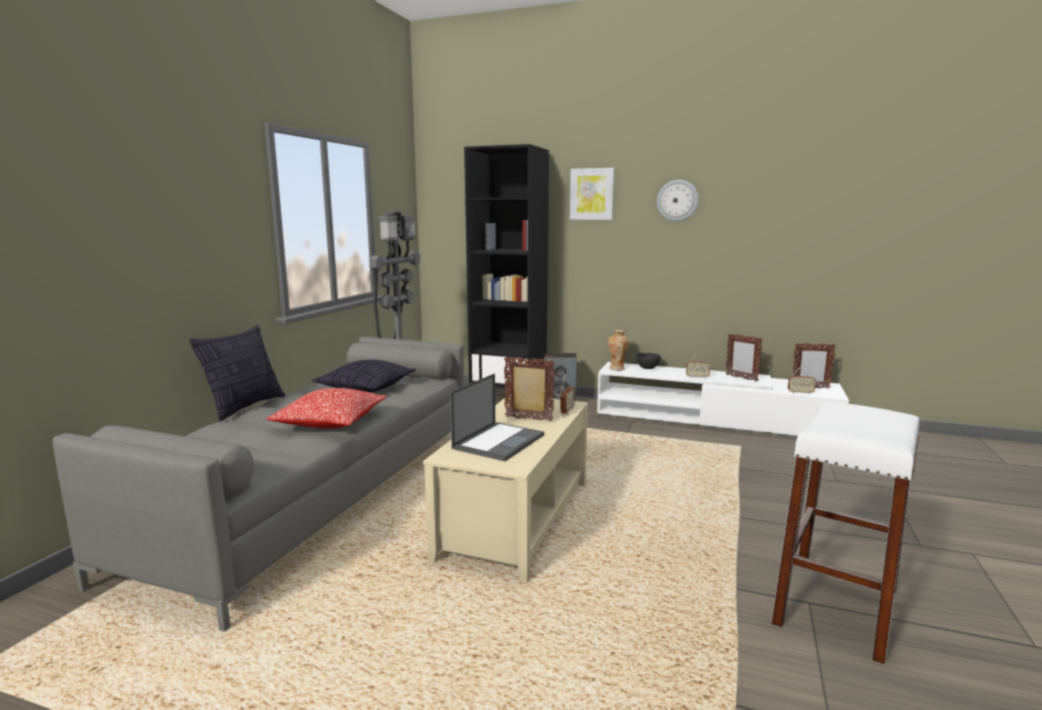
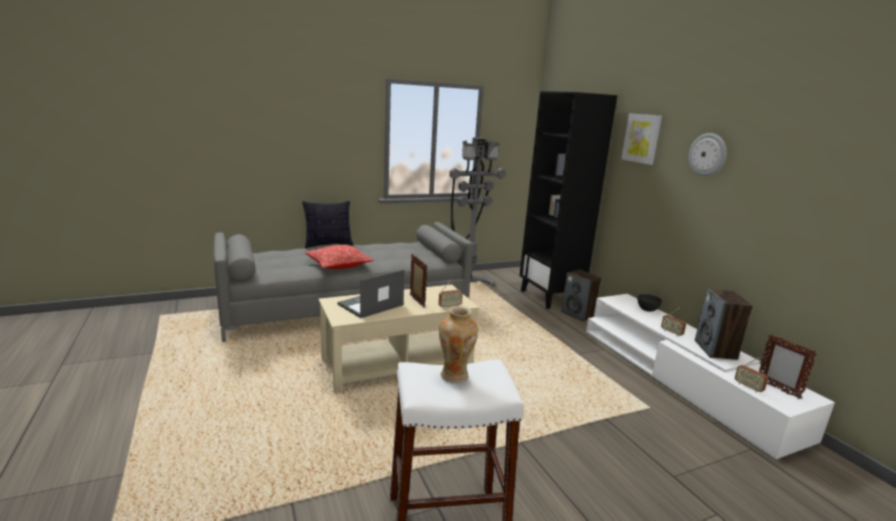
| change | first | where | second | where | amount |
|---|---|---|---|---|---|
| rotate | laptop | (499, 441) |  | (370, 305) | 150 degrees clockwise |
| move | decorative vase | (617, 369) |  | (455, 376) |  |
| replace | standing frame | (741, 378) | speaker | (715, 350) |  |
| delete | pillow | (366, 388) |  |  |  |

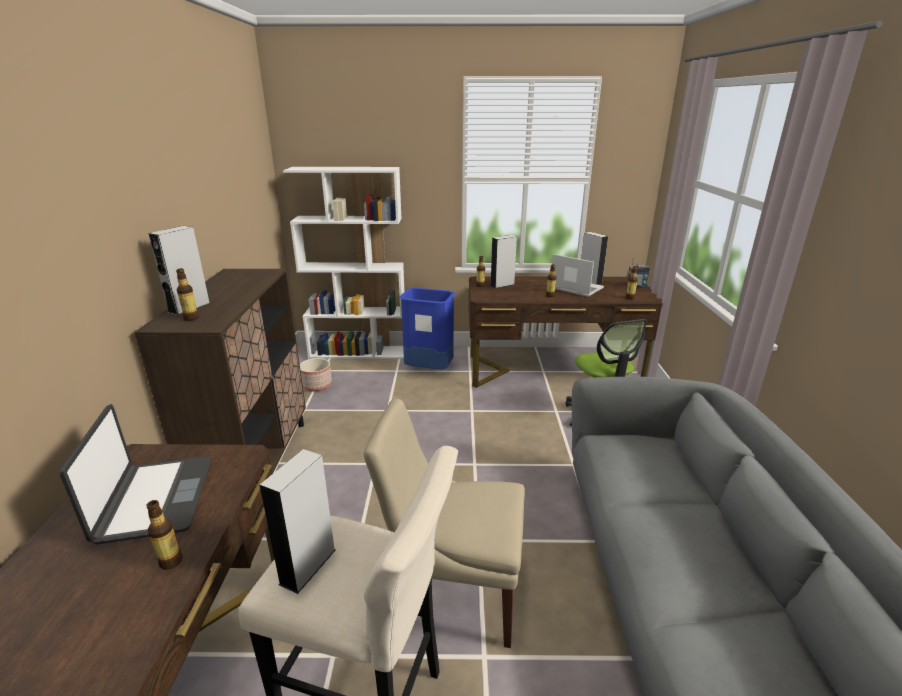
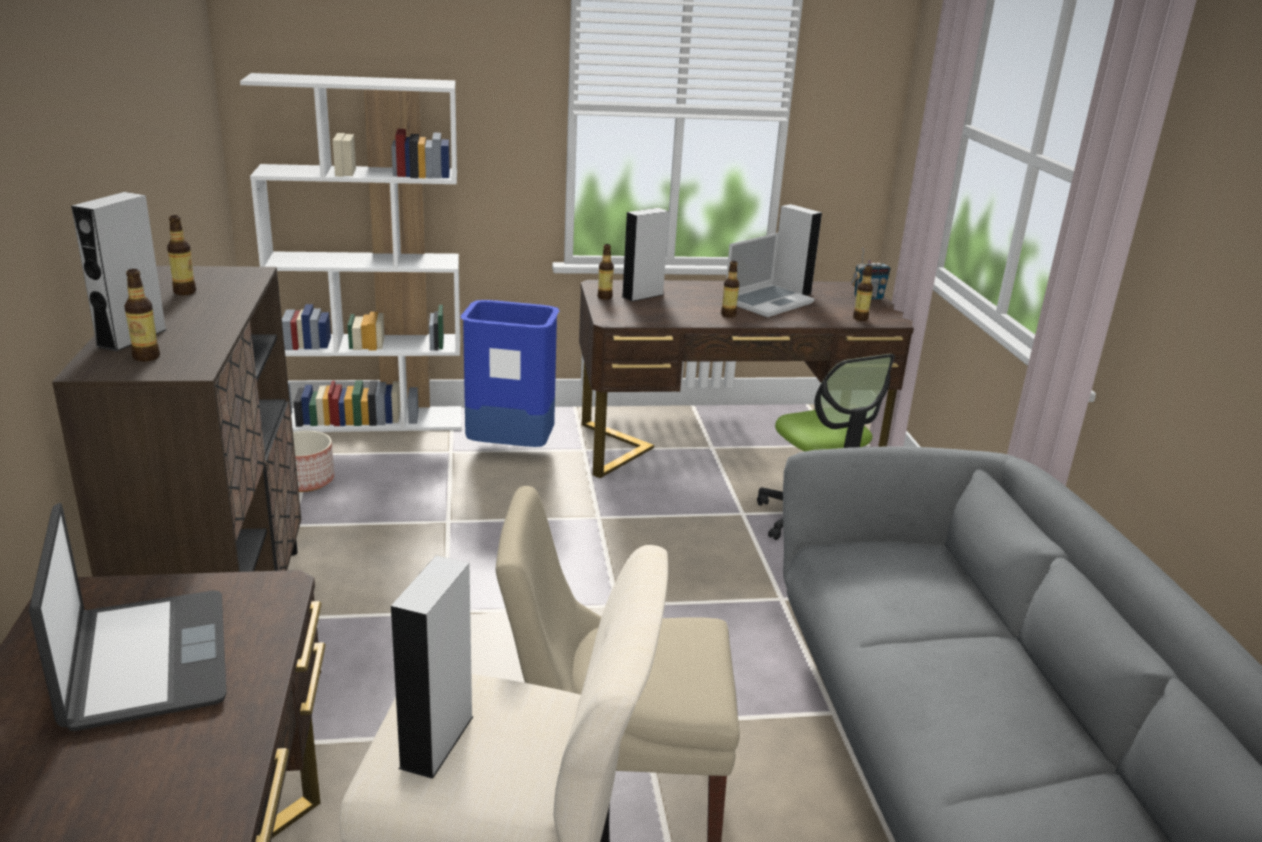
| change | first | where | second | where | amount |
|---|---|---|---|---|---|
| move | drink bottle | (171, 561) |  | (184, 292) |  |
| rotate | laptop | (575, 288) |  | (768, 302) | 105 degrees clockwise |

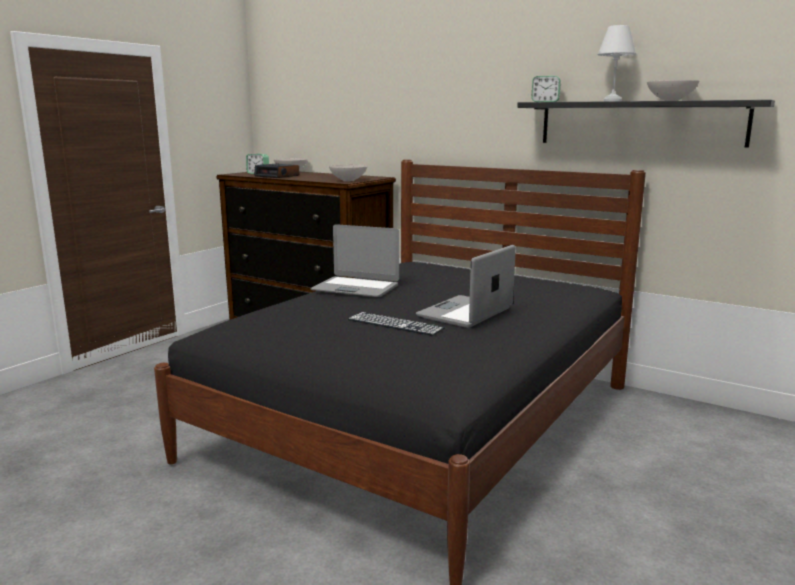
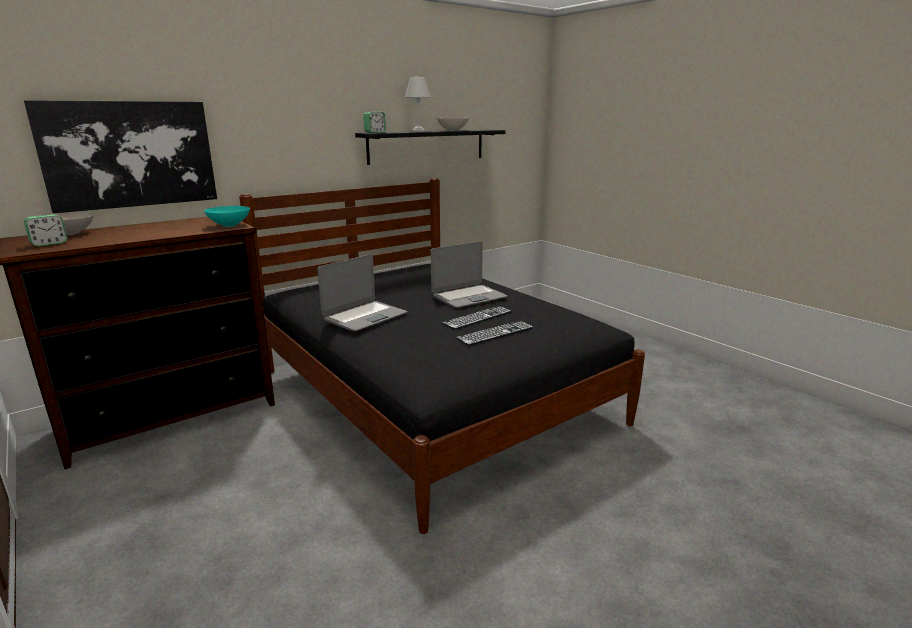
| change | first | where | second | where | amount |
|---|---|---|---|---|---|
| insert |  |  | wall art | (130, 154) |  |
| recolor | white-coloured serving bowl | (349, 180) | turquoise-coloured serving bowl | (229, 225) |  |
| rotate | laptop | (466, 313) |  | (468, 297) | 90 degrees counterclockwise |
| insert |  |  | computer keyboard | (495, 333) |  |
| delete | alarm clock | (277, 176) |  |  |  |

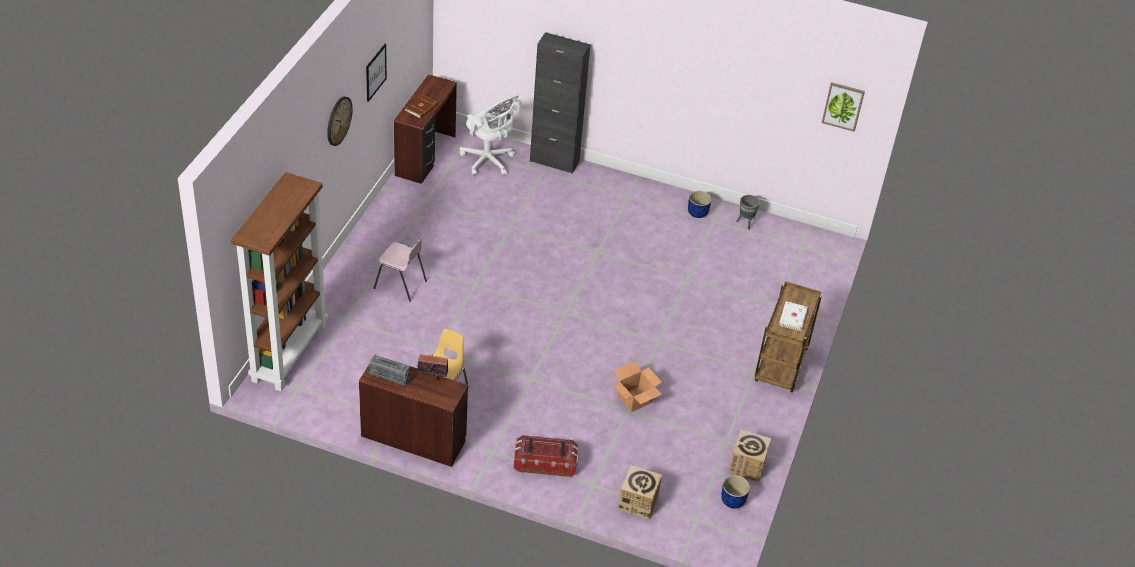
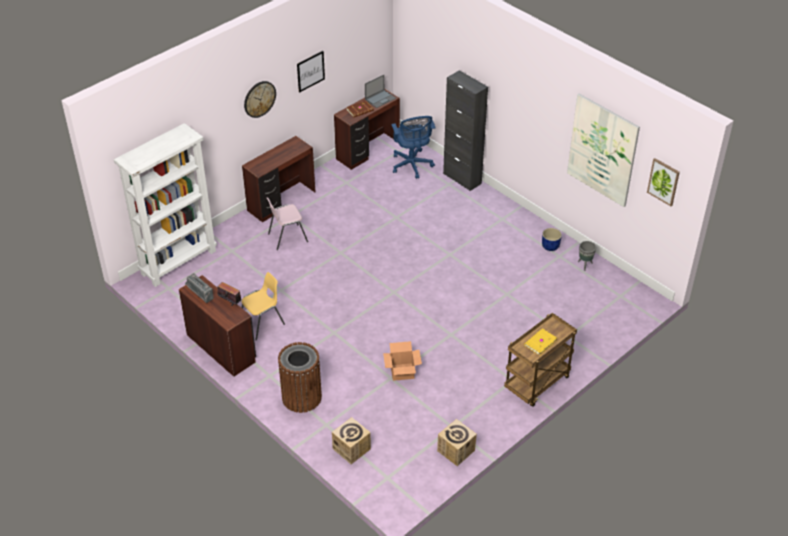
| change | first | where | second | where | amount |
|---|---|---|---|---|---|
| recolor | brown-coloured bookshelf | (289, 352) | white-coloured bookshelf | (179, 262) |  |
| insert |  |  | brown-coloured desk table | (282, 201) |  |
| rotate | pinkish chair | (401, 285) |  | (287, 237) | 105 degrees clockwise |
| replace | storage bin | (545, 464) | brown-coloured waste bin | (301, 397) |  |
| insert |  |  | laptop | (380, 99) |  |
| recolor | white-coloured computer chair | (488, 161) | bluish computer chair | (412, 166) |  |
| recolor | white-coloured book | (792, 317) | yellow-coloured book | (540, 342) |  |
| insert |  |  | wall art | (602, 150) |  |
| delete | bluish planter | (733, 500) |  |  |  |

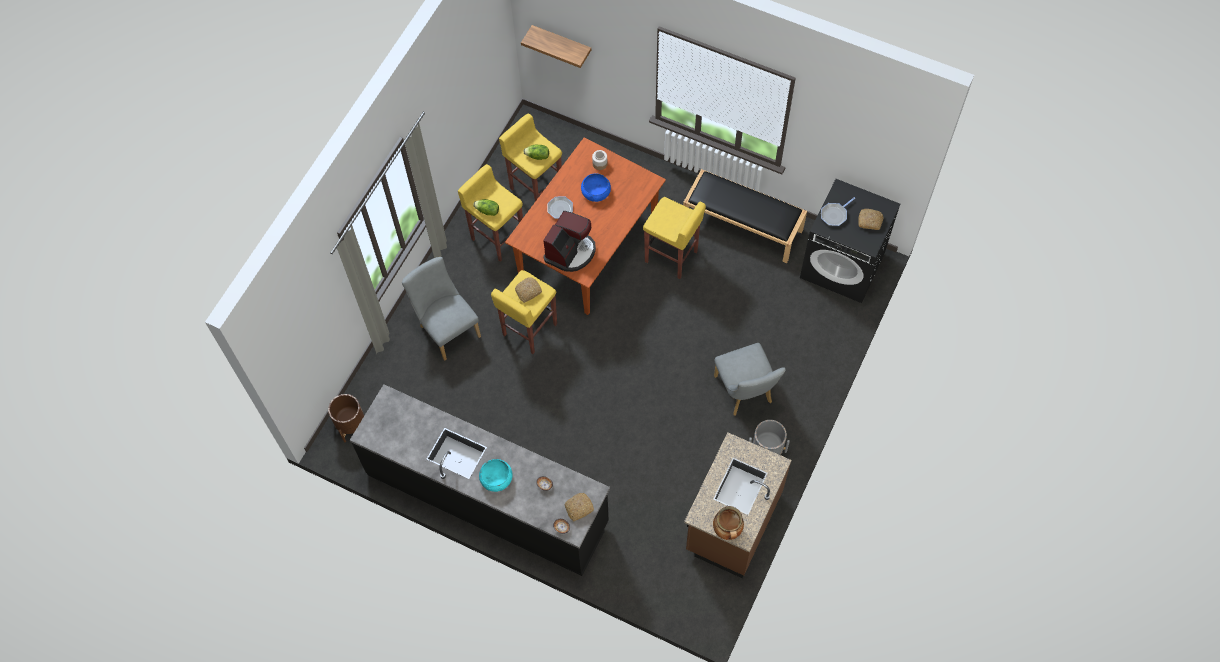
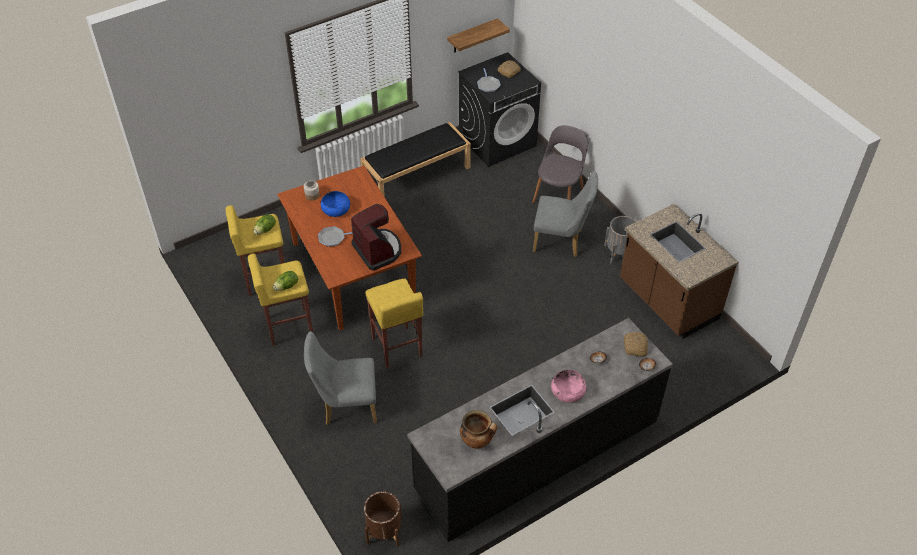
| change | first | where | second | where | amount |
|---|---|---|---|---|---|
| move | wall shelf | (562, 43) |  | (472, 36) |  |
| move | saucepot | (727, 530) |  | (477, 441) |  |
| insert |  |  | greyish chair | (559, 194) |  |
| recolor | turquoise-coloured serving bowl | (496, 478) | pinkish serving bowl | (568, 391) |  |
| delete | bakery bread | (528, 291) |  |  |  |
| delete | yellow-coloured sitting stool | (671, 257) |  |  |  |

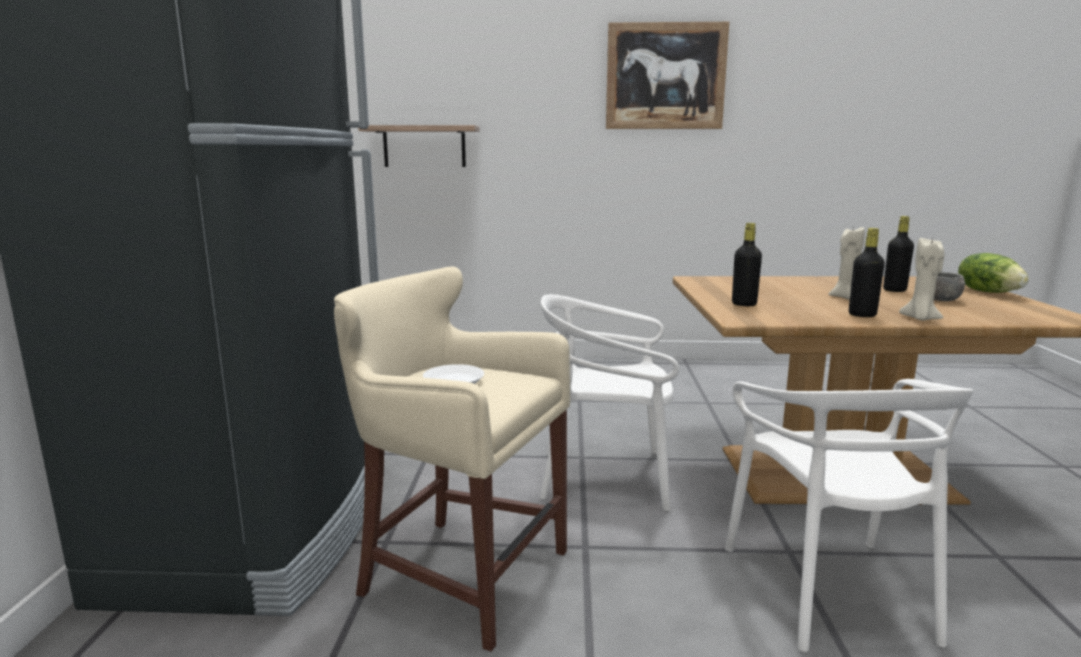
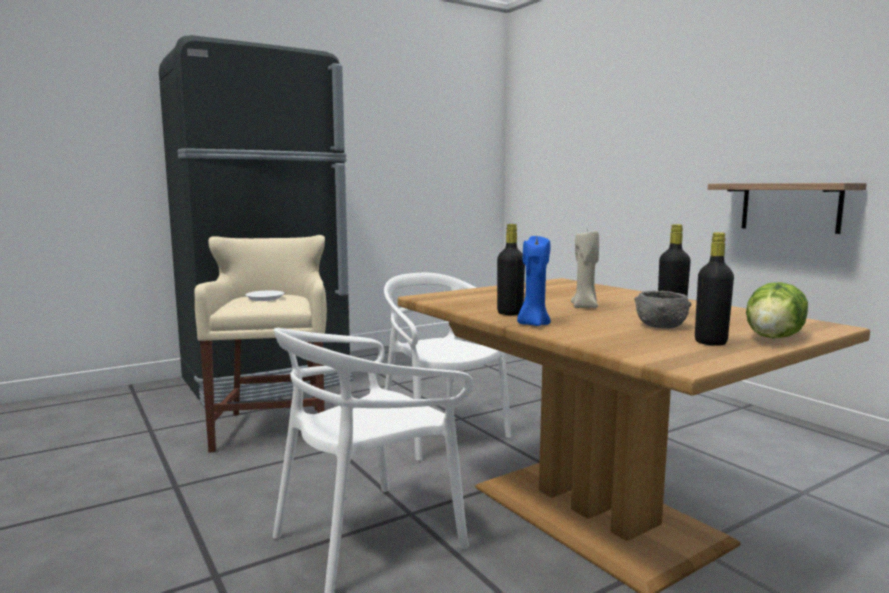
| change | first | where | second | where | amount |
|---|---|---|---|---|---|
| recolor | beige wax candle | (920, 319) | bluish wax candle | (533, 324) |  |
| move | black-coloured drink bottle | (744, 304) |  | (710, 342) |  |
| move | wall shelf | (424, 146) |  | (790, 207) |  |
| delete | wall art | (665, 76) |  |  |  |

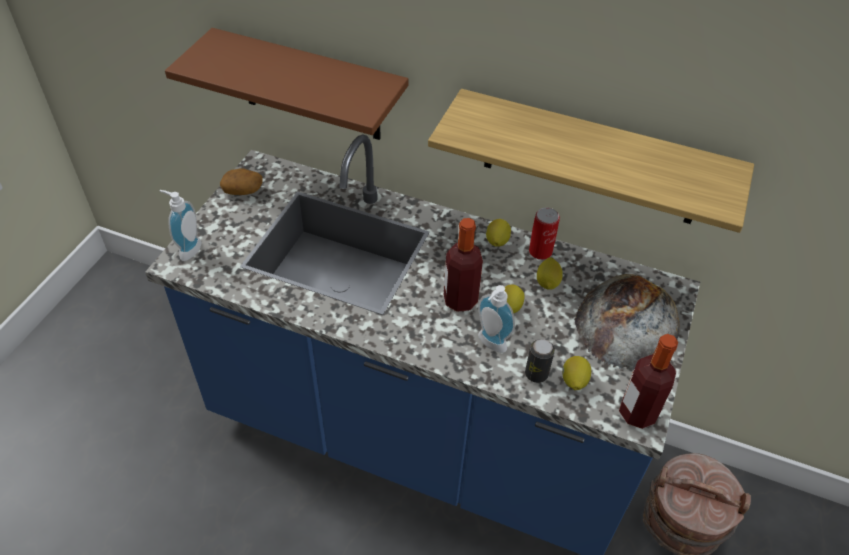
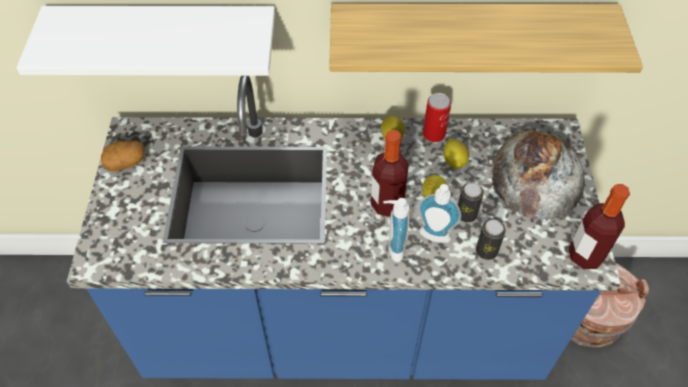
| change | first | where | second | where | amount |
|---|---|---|---|---|---|
| recolor | brown-coloured wall shelf | (310, 87) | white-coloured wall shelf | (167, 39) |  |
| move | soap dispenser | (187, 249) |  | (392, 248) |  |
| insert |  |  | metal can | (466, 214) |  |
| delete | lemon | (573, 381) |  |  |  |

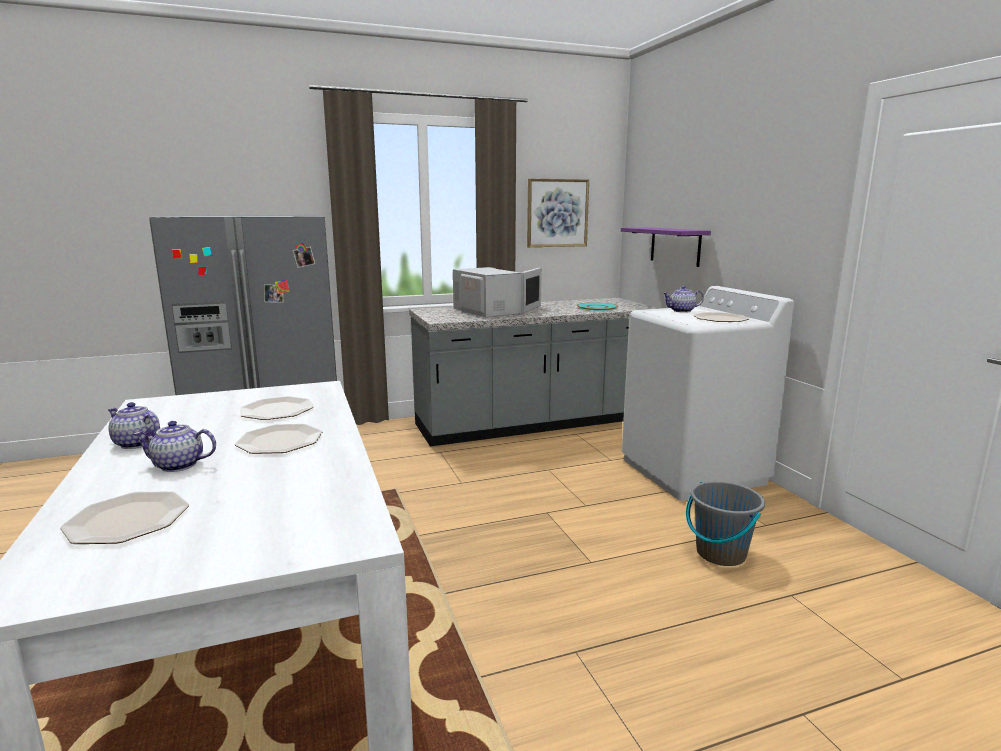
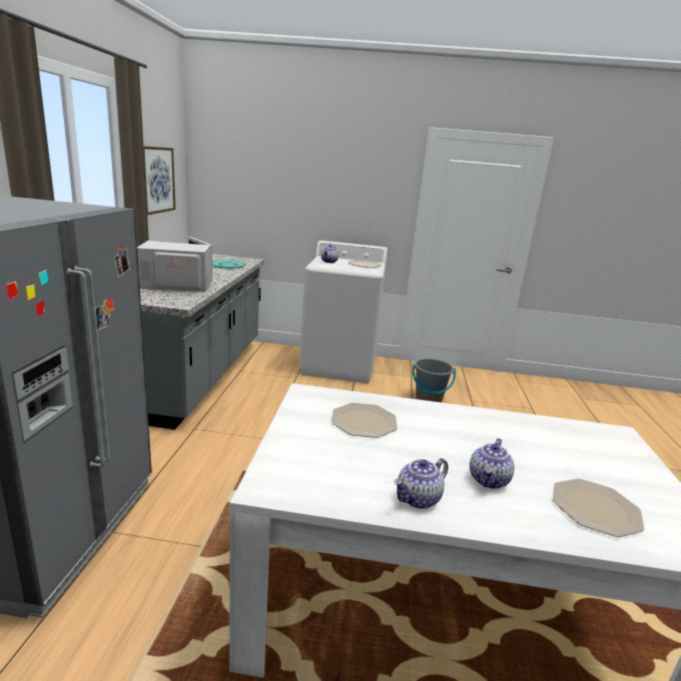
| change | first | where | second | where | amount |
|---|---|---|---|---|---|
| delete | plate | (279, 441) |  |  |  |
| delete | purple-coloured wall shelf | (675, 246) |  |  |  |

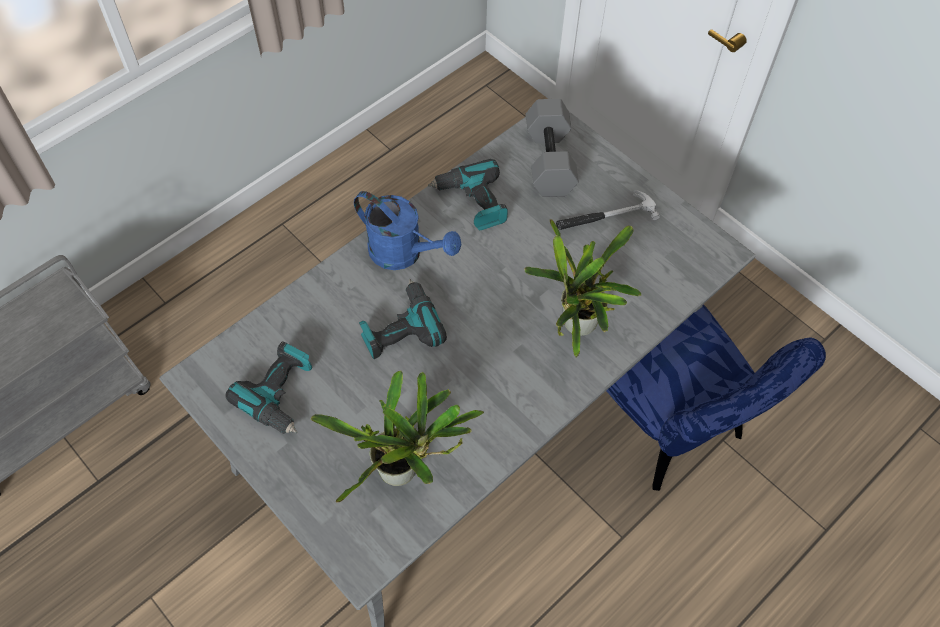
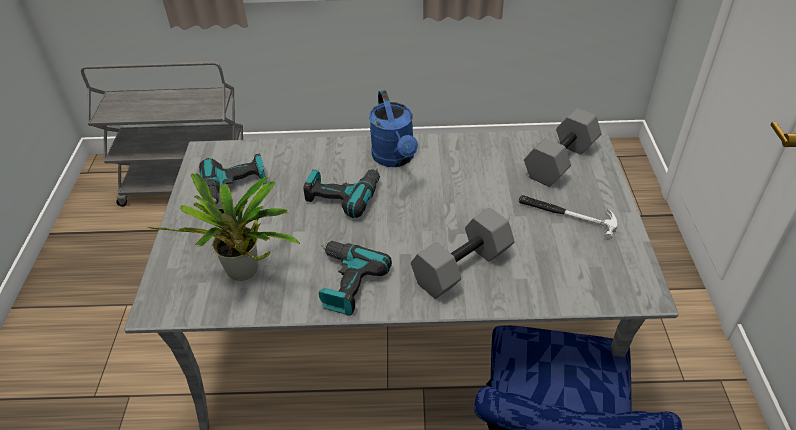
| change | first | where | second | where | amount |
|---|---|---|---|---|---|
| move | drill | (472, 202) |  | (345, 283) |  |
| replace | plant in a pot | (576, 327) | greyish hand weight | (462, 268) |  |

